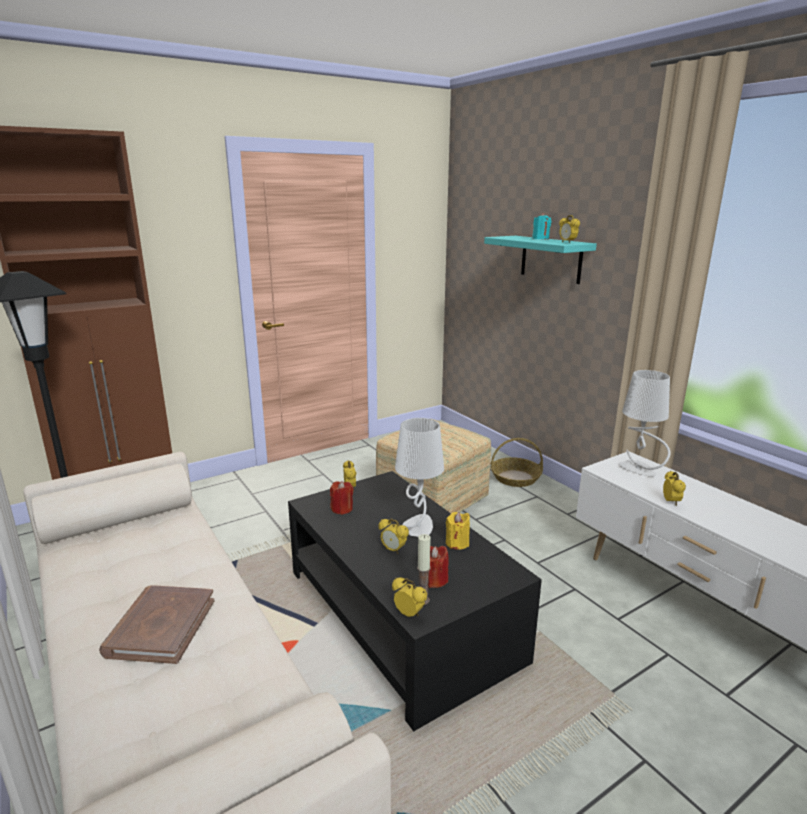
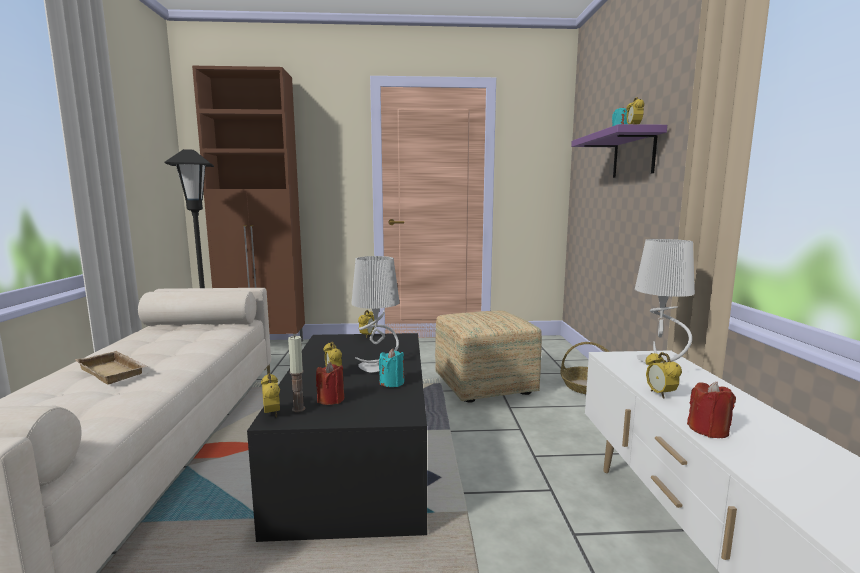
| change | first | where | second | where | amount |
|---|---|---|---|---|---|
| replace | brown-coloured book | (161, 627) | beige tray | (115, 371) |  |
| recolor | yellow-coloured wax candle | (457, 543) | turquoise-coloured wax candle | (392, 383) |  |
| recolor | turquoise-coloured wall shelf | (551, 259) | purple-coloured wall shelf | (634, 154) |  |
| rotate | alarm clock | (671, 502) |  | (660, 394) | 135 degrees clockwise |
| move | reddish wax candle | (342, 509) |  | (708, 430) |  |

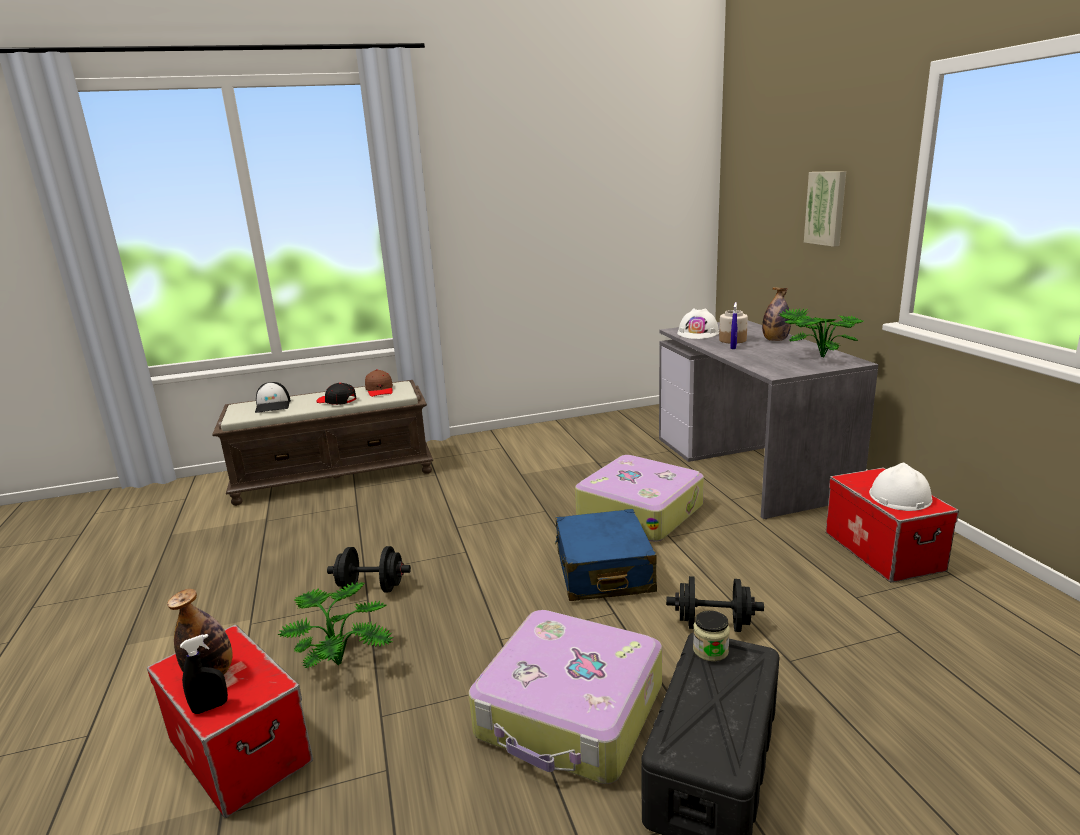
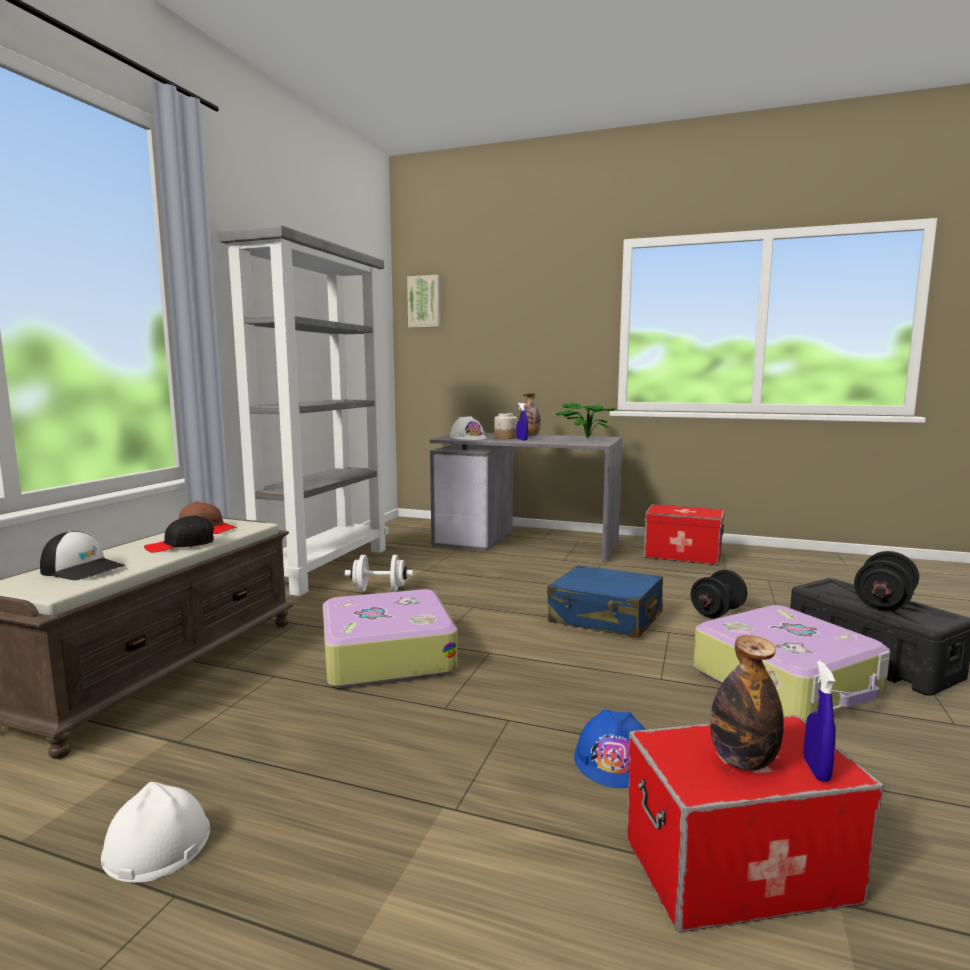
| change | first | where | second | where | amount |
|---|---|---|---|---|---|
| move | white-coloured hard hat | (899, 497) |  | (156, 843) |  |
| insert |  |  | greyish bookshelf | (324, 567) |  |
| move | piece of luggage | (640, 511) |  | (386, 655) |  |
| insert |  |  | white-coloured hand weight | (379, 590) |  |
| move | wall art | (826, 208) |  | (424, 302) |  |
| replace | plant in a pot | (343, 660) | bluish hard hat | (615, 760) |  |
| recolor | black-coloured spray bottle | (210, 707) | bluish spray bottle | (816, 770) |  |
| move | black-coloured hand weight | (371, 588) |  | (884, 603) |  |
| delete | preserve jar | (710, 650) |  |  |  |

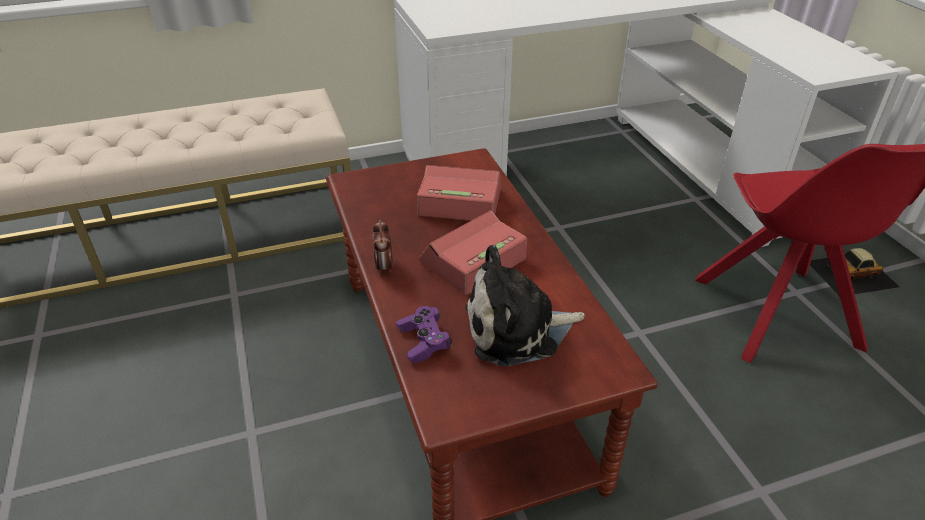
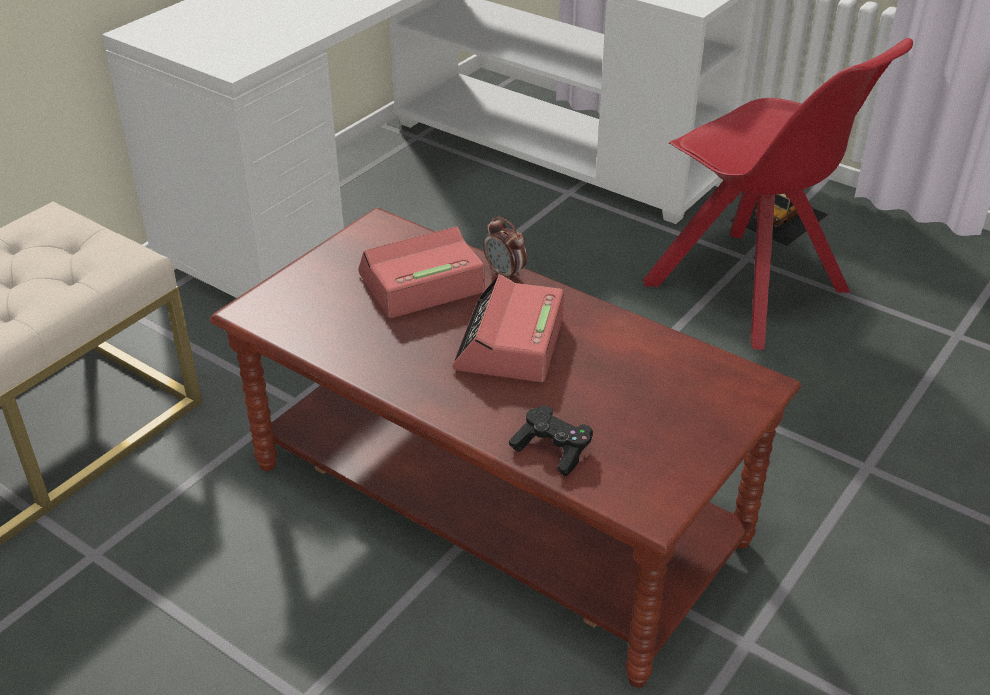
| change | first | where | second | where | amount |
|---|---|---|---|---|---|
| move | alarm clock | (384, 267) |  | (505, 273) |  |
| recolor | purple-coloured joypad | (424, 341) | black-coloured joypad | (552, 450) |  |
| delete | soft toy | (517, 329) |  |  |  |

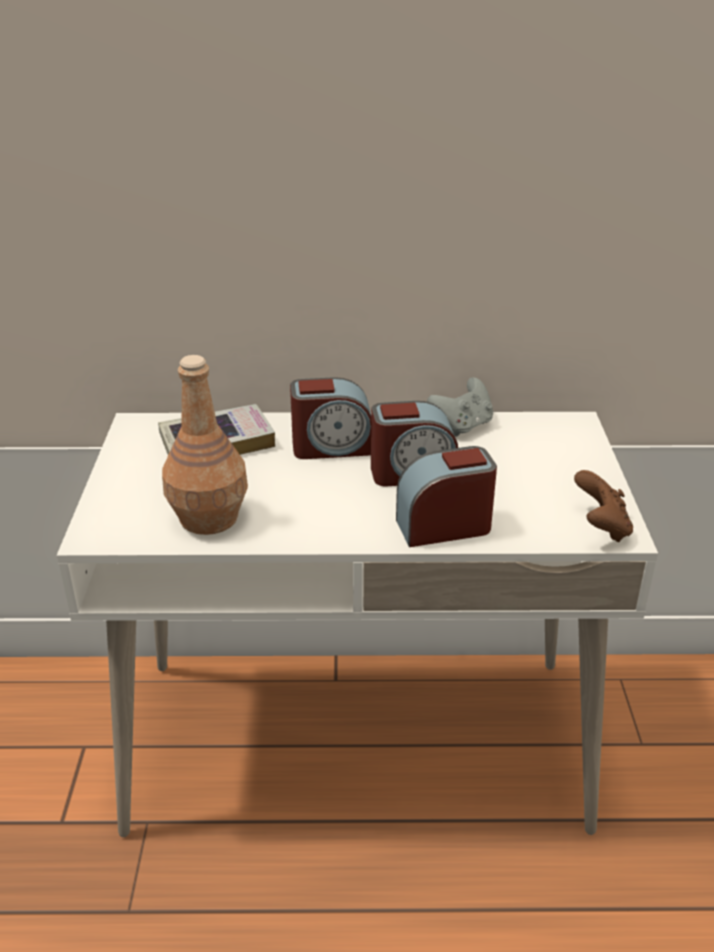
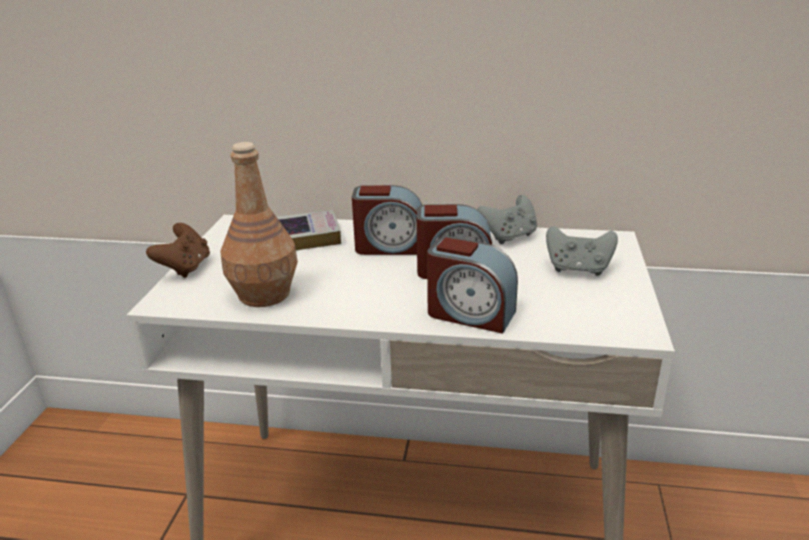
| change | first | where | second | where | amount |
|---|---|---|---|---|---|
| move | brown-coloured joypad | (601, 527) |  | (185, 268) |  |
| rotate | alarm clock | (444, 526) |  | (470, 314) | 150 degrees counterclockwise |
| insert |  |  | greyish joypad | (578, 269) |  |

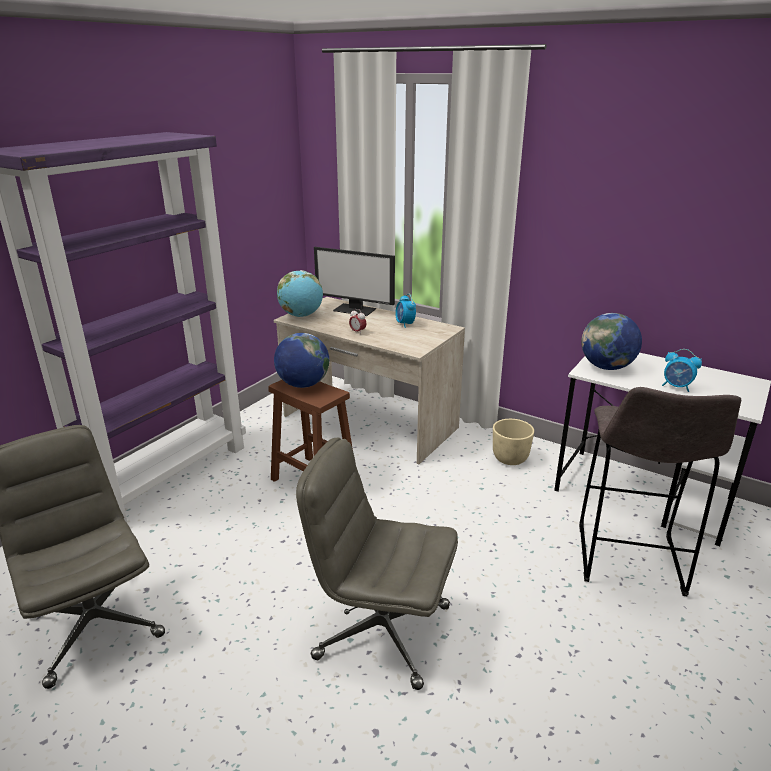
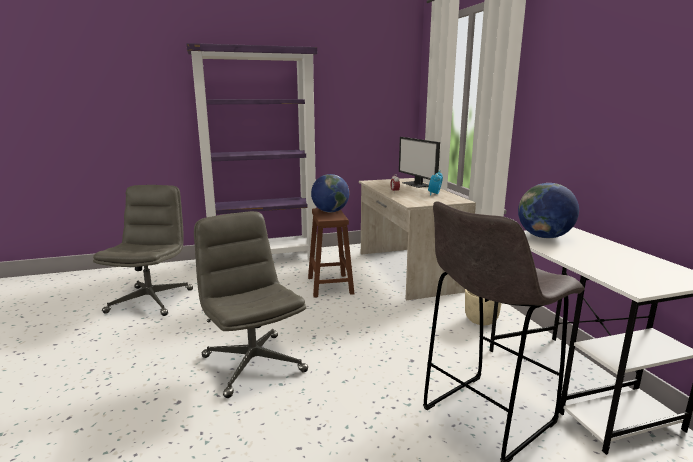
| change | first | where | second | where | amount |
|---|---|---|---|---|---|
| delete | globe | (301, 315) |  |  |  |
| delete | alarm clock | (676, 387) |  |  |  |

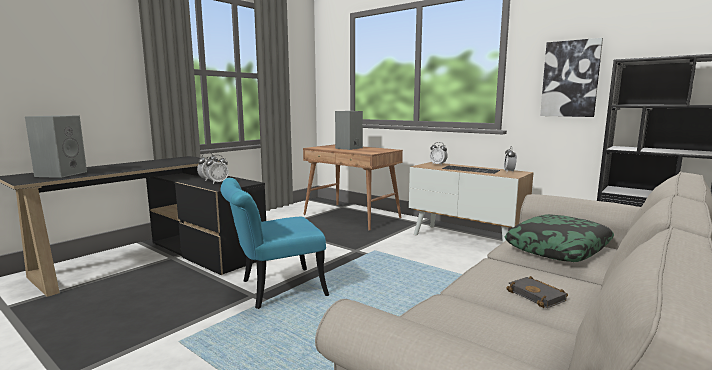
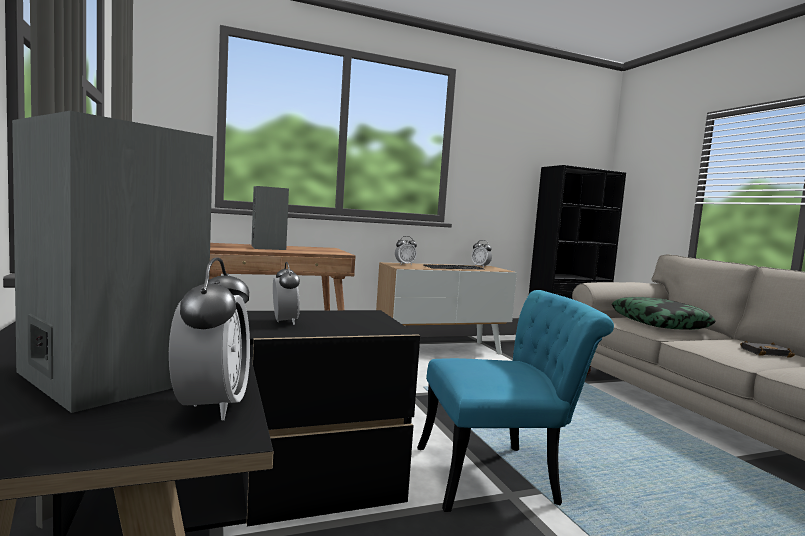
| change | first | where | second | where | amount |
|---|---|---|---|---|---|
| move | alarm clock | (218, 182) |  | (212, 407) |  |
| rotate | turquoise-coloured chair | (273, 290) |  | (500, 475) | 105 degrees counterclockwise |
| delete | wall art | (570, 79) |  |  |  |

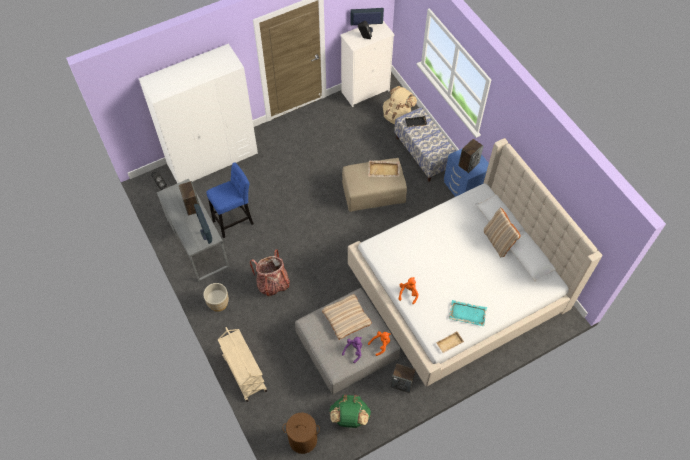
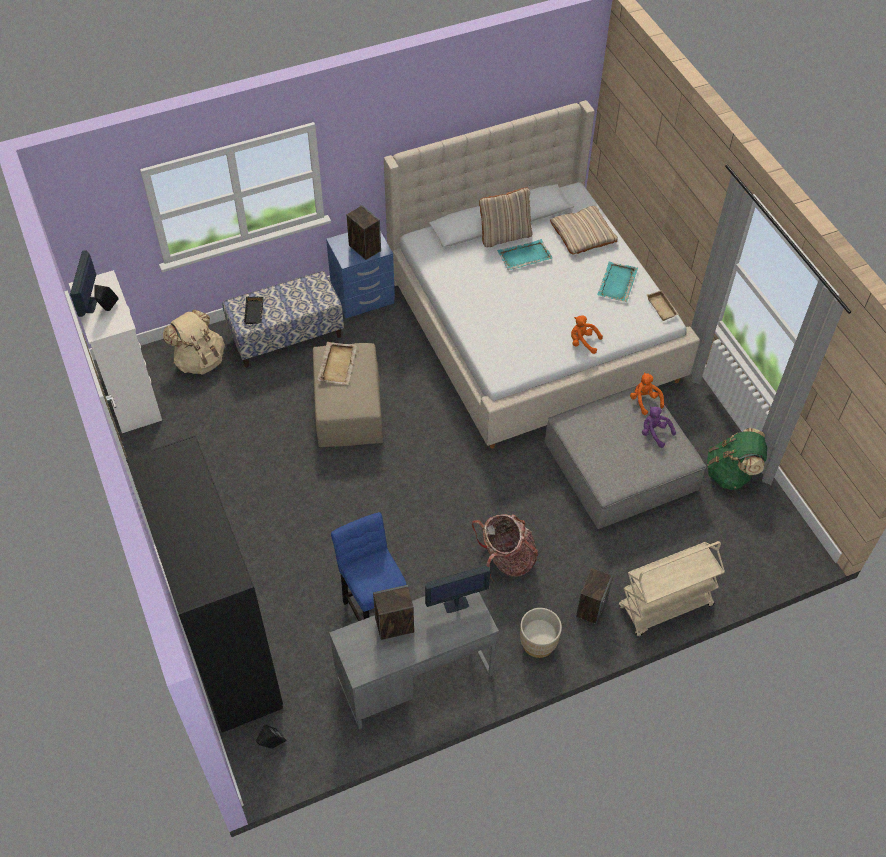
| change | first | where | second | where | amount |
|---|---|---|---|---|---|
| recolor | white-coloured armoire | (213, 159) | black-coloured armoire | (227, 648) |  |
| insert |  |  | turquoise-coloured tray | (524, 256) |  |
| move | beige pillow | (346, 318) |  | (583, 234) |  |
| move | speaker | (402, 383) |  | (591, 608) |  |
| delete | brown-coloured hamper | (302, 439) |  |  |  |

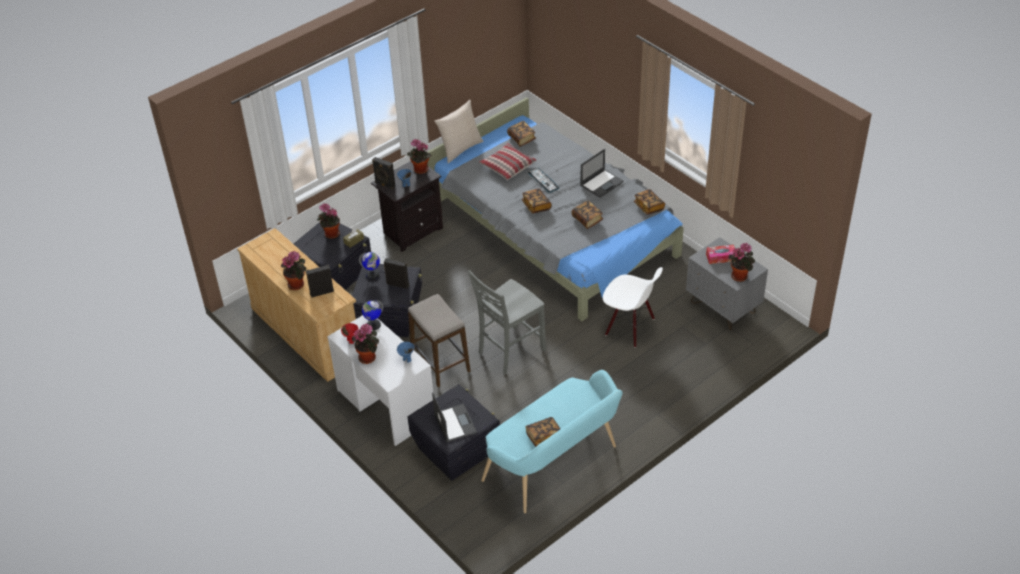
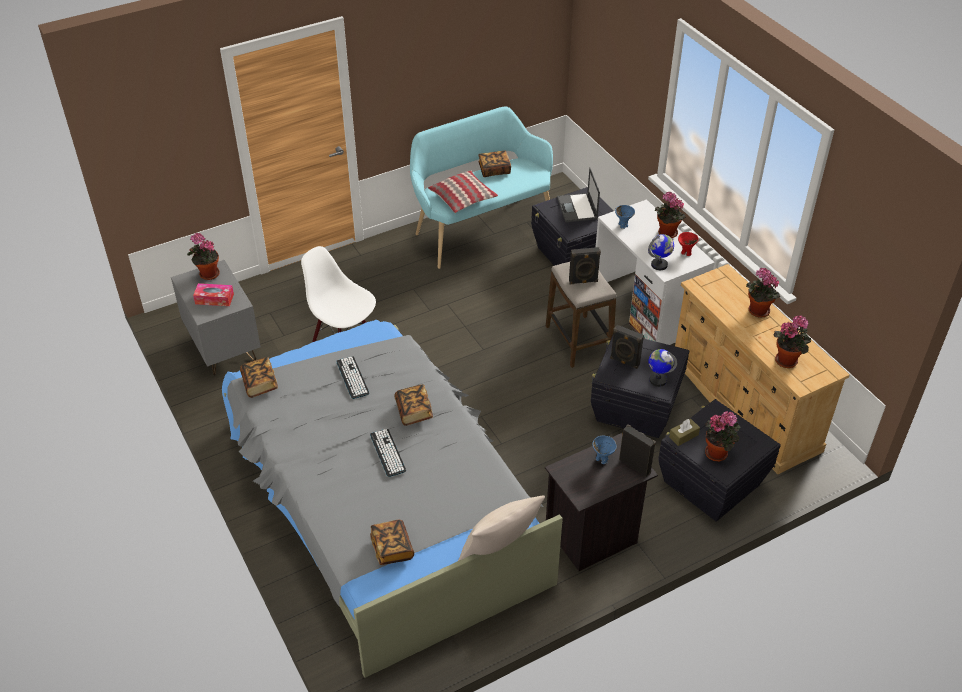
| change | first | where | second | where | amount |
|---|---|---|---|---|---|
| replace | book | (587, 219) | computer keyboard | (352, 378) |  |
| move | pillow | (507, 166) |  | (463, 198) |  |
| move | black-coloured speaker | (321, 292) |  | (583, 281) |  |
| move | plant in a pot | (419, 170) |  | (787, 360) |  |
| delete | greyish chair | (509, 351) |  |  |  |
| delete | laptop | (602, 183) |  |  |  |

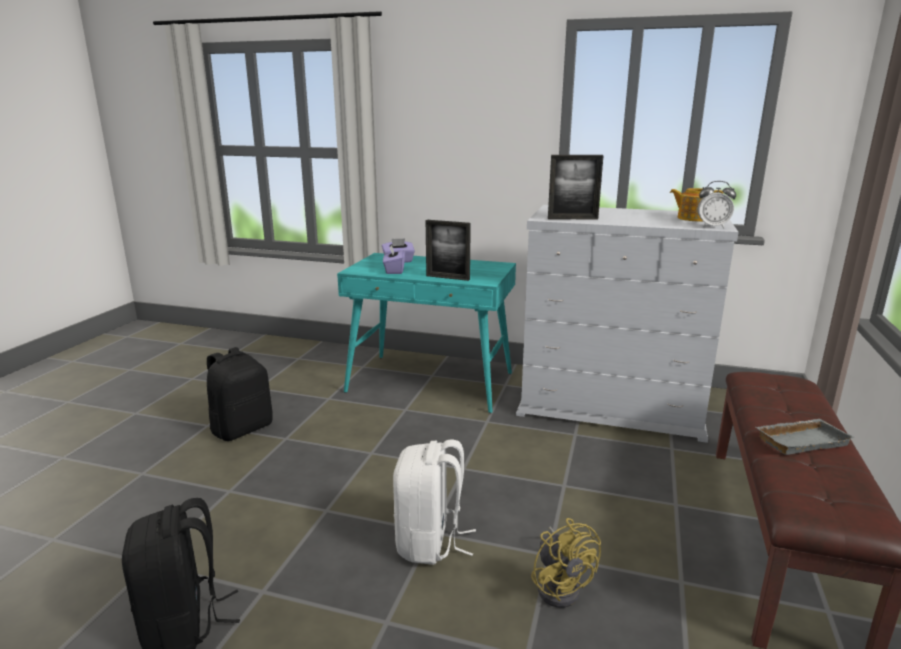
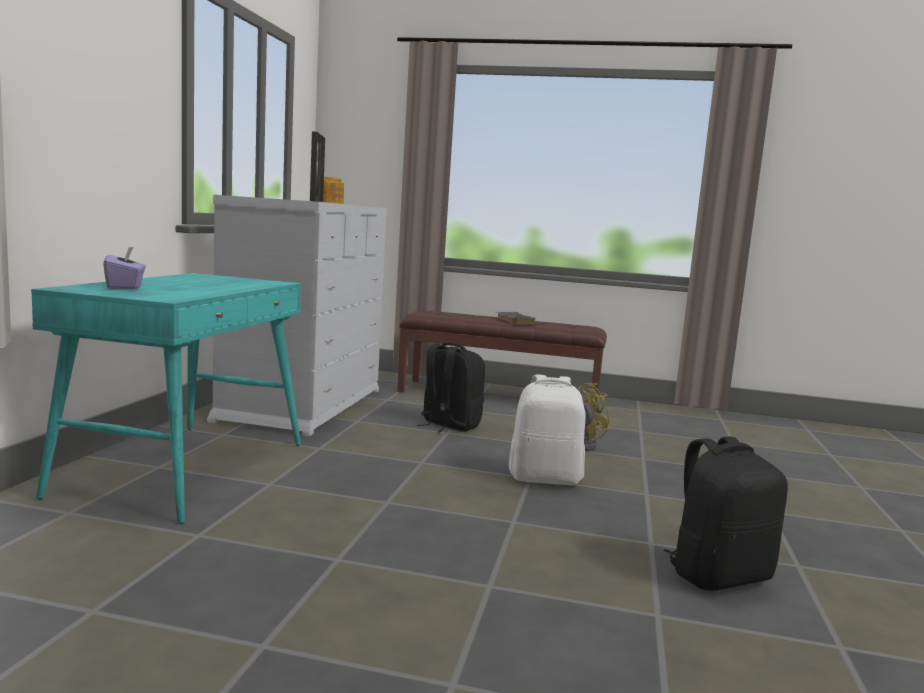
| change | first | where | second | where | amount |
|---|---|---|---|---|---|
| move | black-coloured knapsack | (242, 429) |  | (448, 425) |  |
| delete | purple-coloured tissue box | (394, 271) |  |  |  |
| delete | standing frame | (447, 277) |  |  |  |
| delete | alarm clock | (712, 227) |  |  |  |

